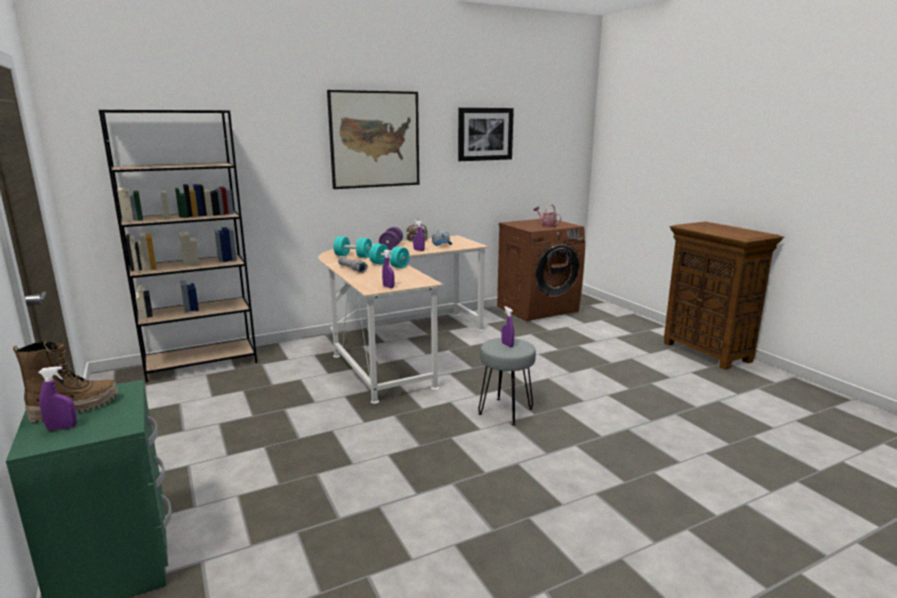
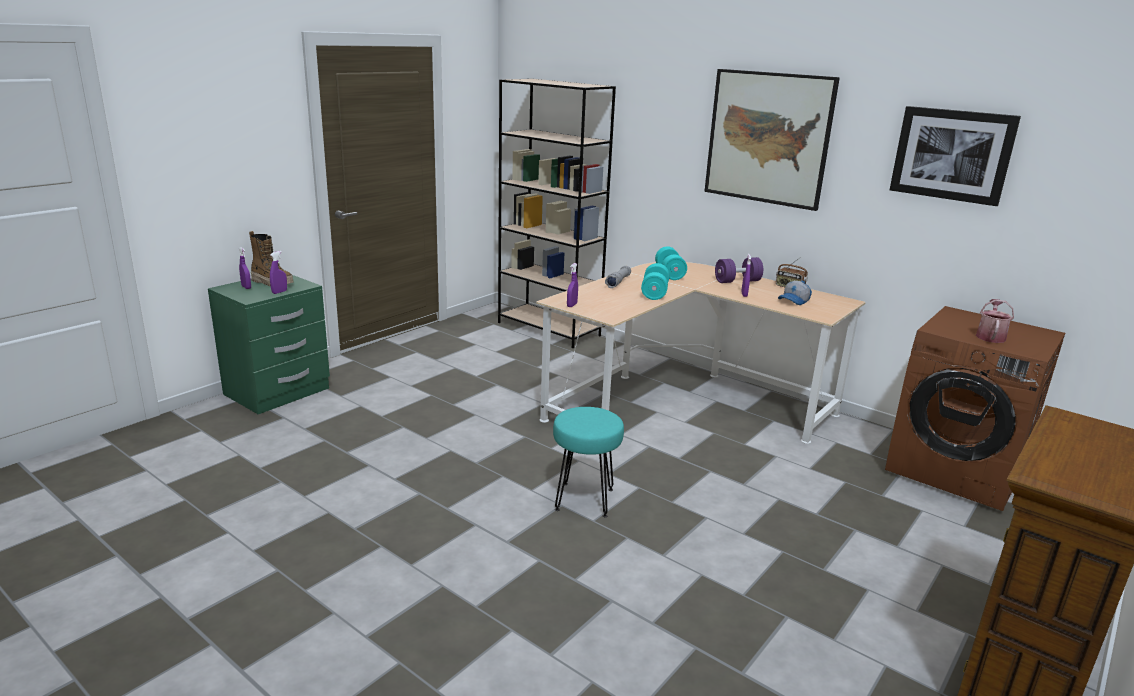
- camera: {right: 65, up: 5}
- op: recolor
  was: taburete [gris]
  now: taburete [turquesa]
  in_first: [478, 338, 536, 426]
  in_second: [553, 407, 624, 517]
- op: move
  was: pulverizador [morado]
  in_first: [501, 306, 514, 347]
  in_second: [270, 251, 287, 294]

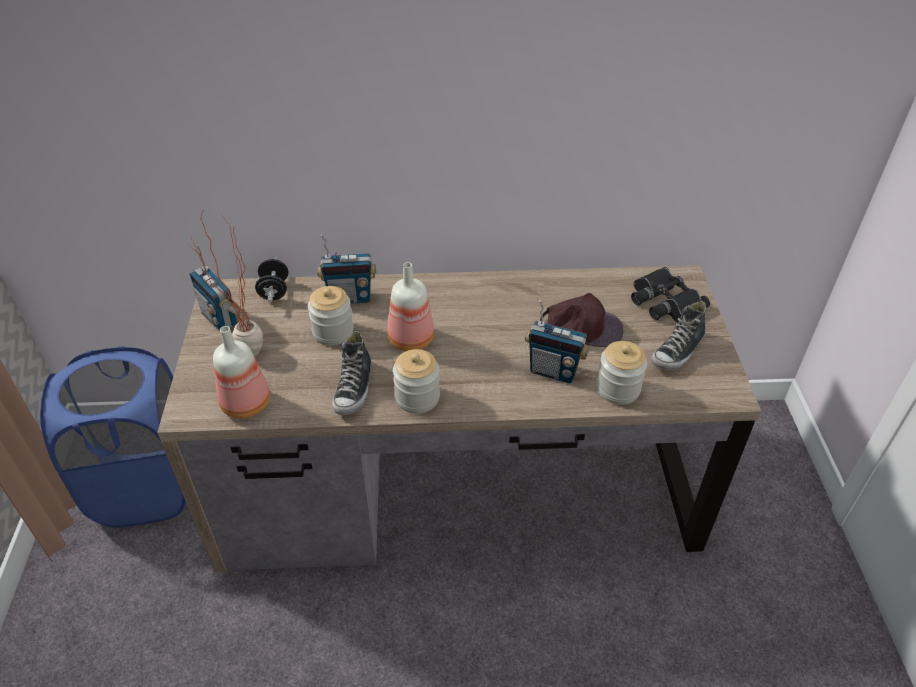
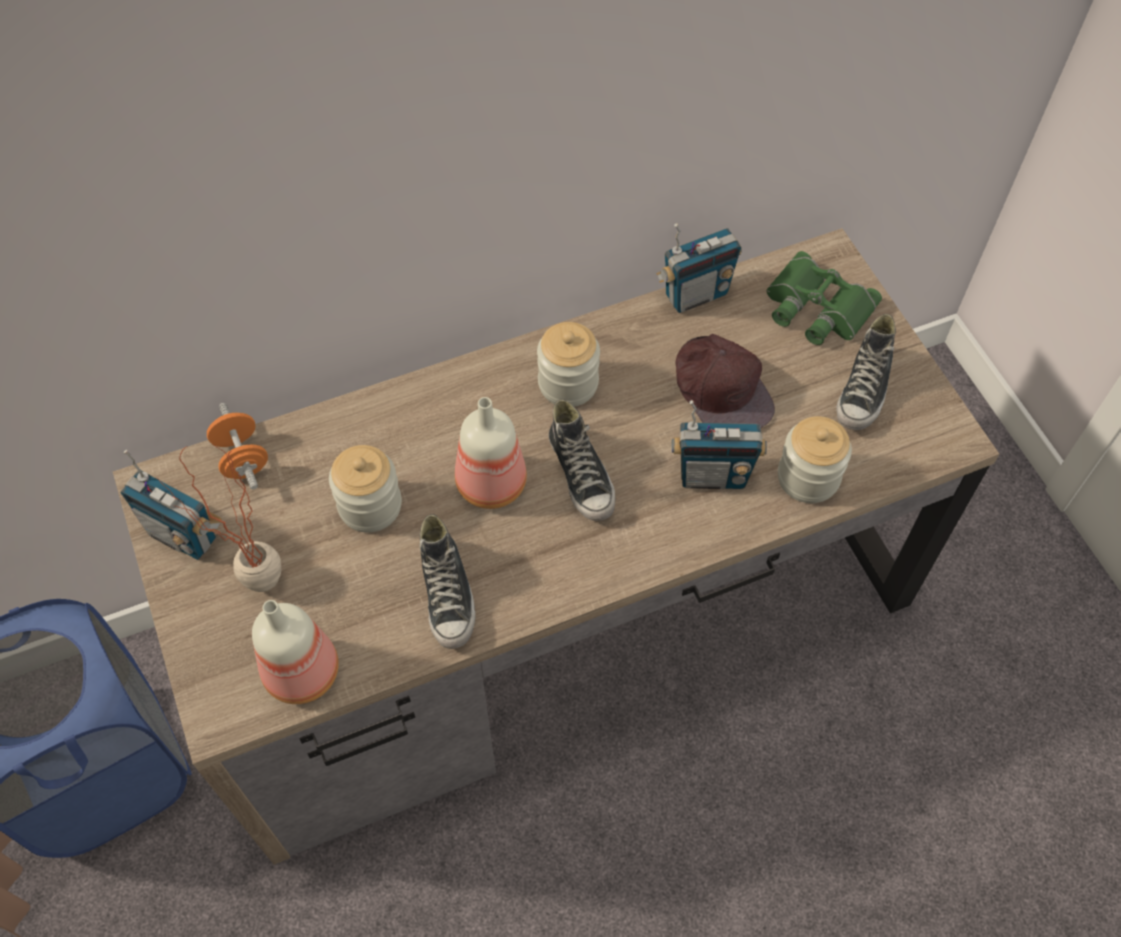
- camera: {right: -20, up: 15}
- op: recolor
  was: mancuerna [negro]
  now: mancuerna [naranja]
  in_first: [255, 257, 289, 303]
  in_second: [207, 403, 268, 490]
- op: move
  was: radio
  in_first: [317, 235, 376, 304]
  in_second: [656, 223, 742, 313]
- op: move
  was: tarro
  in_first: [393, 349, 440, 414]
  in_second: [537, 322, 600, 407]
- op: rotate
  was: gorra [marrón]
  in_first: [540, 293, 623, 347]
  in_second: [675, 334, 775, 428]
  clockwise: 75
- op: recolor
  was: prismáticos [negro]
  now: prismáticos [verde]
  in_first: [631, 267, 710, 323]
  in_second: [767, 251, 882, 345]
- op: insert
  now: zapato
  in_second: [549, 399, 615, 521]

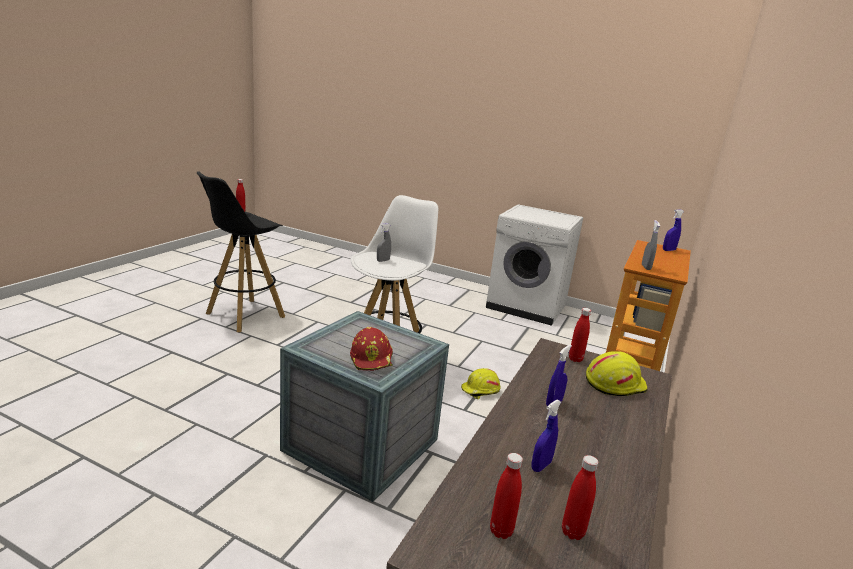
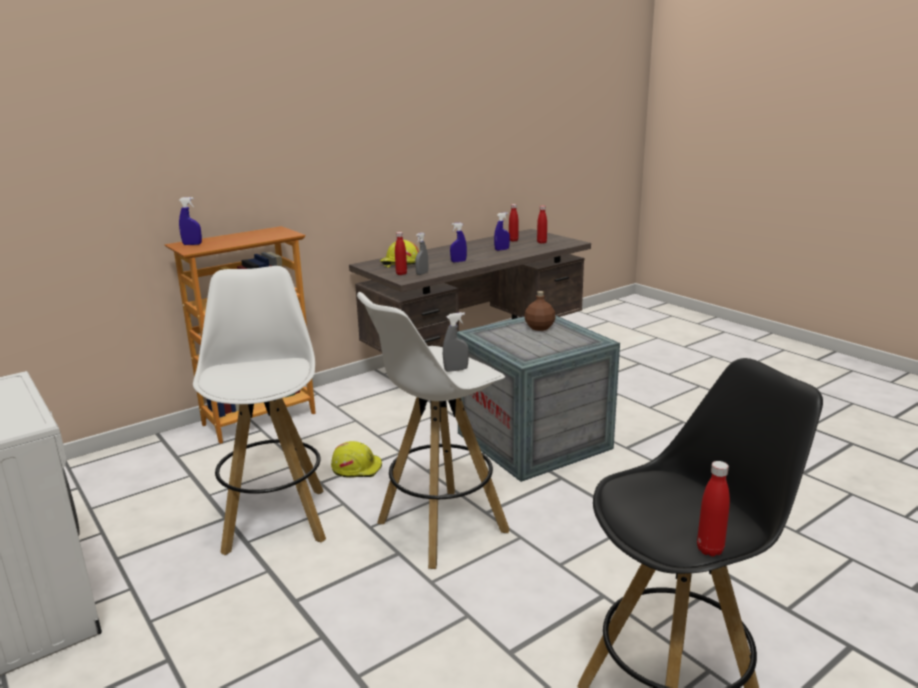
- camera: {right: -150, up: 0}
- op: replace
  was: casco [rojo]
  now: botella [marrón]
  in_first: [350, 327, 393, 371]
  in_second: [524, 291, 555, 331]
- op: move
  was: pulverizador [gris]
  in_first: [642, 220, 660, 270]
  in_second: [415, 232, 428, 275]
- op: insert
  now: taburete [blanco]
  in_second: [193, 266, 326, 555]

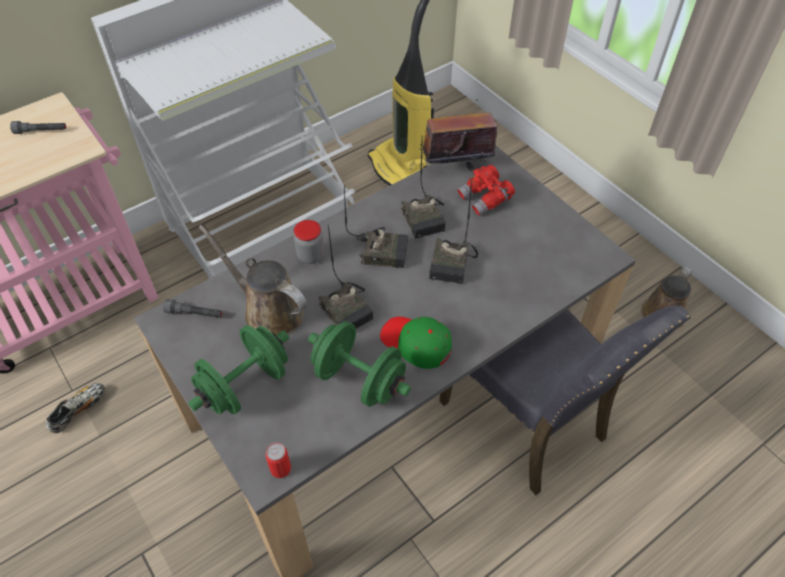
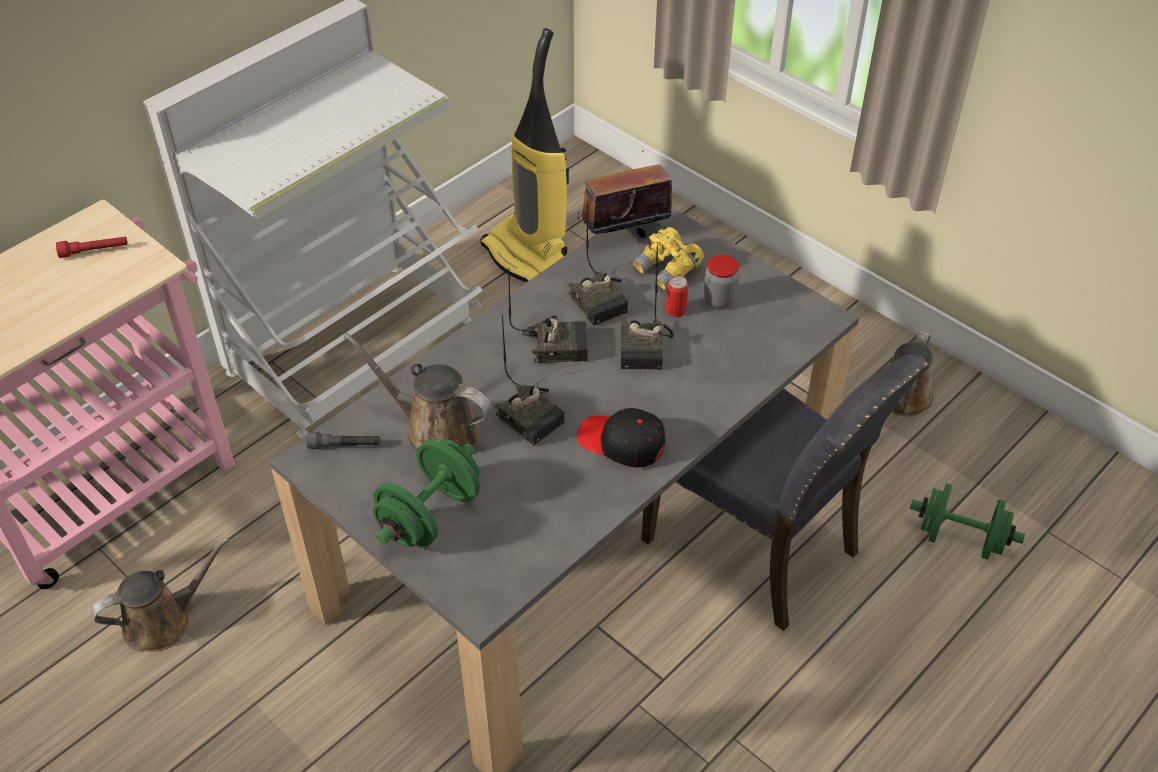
- camera: {right: -10, up: -5}
- op: recolor
  was: linterna [gris]
  now: linterna [rojo]
  in_first: [10, 121, 66, 134]
  in_second: [56, 237, 127, 258]
- op: replace
  was: zapato
  now: regadera [marrón]
  in_first: [46, 383, 105, 433]
  in_second: [92, 537, 229, 652]
- op: move
  was: lata
  in_first: [266, 443, 291, 478]
  in_second: [666, 276, 688, 317]
- op: move
  was: tarro
  in_first: [294, 220, 324, 264]
  in_second: [704, 255, 739, 309]
- op: move
  was: mancuerna [verde]
  in_first: [308, 321, 411, 407]
  in_second: [910, 483, 1025, 560]
- op: recolor
  was: gorra [verde]
  now: gorra [negro]
  in_first: [380, 317, 452, 369]
  in_second: [577, 408, 665, 468]
- op: recolor
  was: prismáticos [rojo]
  now: prismáticos [amarillo]
  in_first: [457, 165, 515, 216]
  in_second: [633, 227, 704, 290]

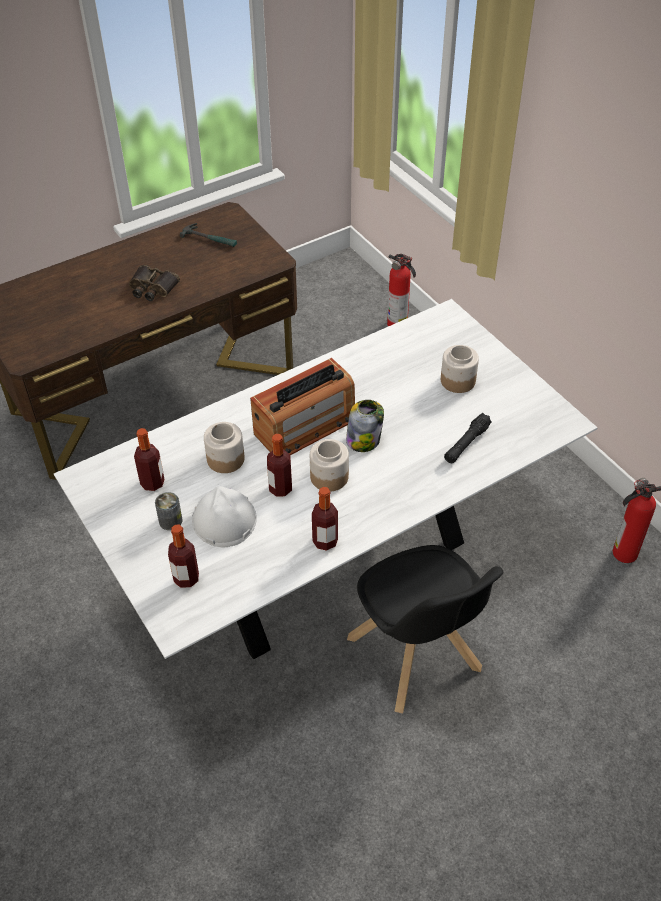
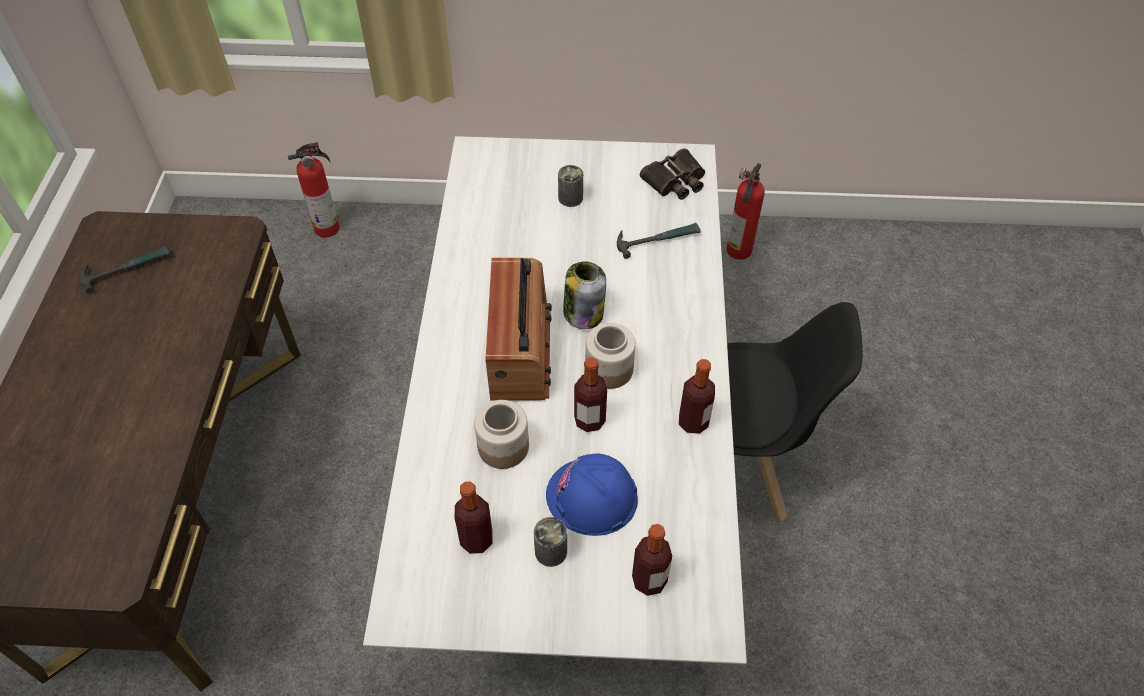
- camera: {right: -55, up: 5}
- op: move
  was: prismáticos
  in_first: [129, 265, 180, 301]
  in_second: [640, 148, 705, 200]
- op: recolor
  was: casco [blanco]
  now: casco [azul]
  in_first: [192, 486, 257, 547]
  in_second: [546, 454, 638, 536]
- op: replace
  was: tarro
  now: lata
  in_first: [441, 345, 479, 393]
  in_second: [558, 165, 583, 207]
- op: replace
  was: linterna [negro]
  now: martillo
  in_first: [444, 413, 492, 463]
  in_second: [617, 223, 701, 259]

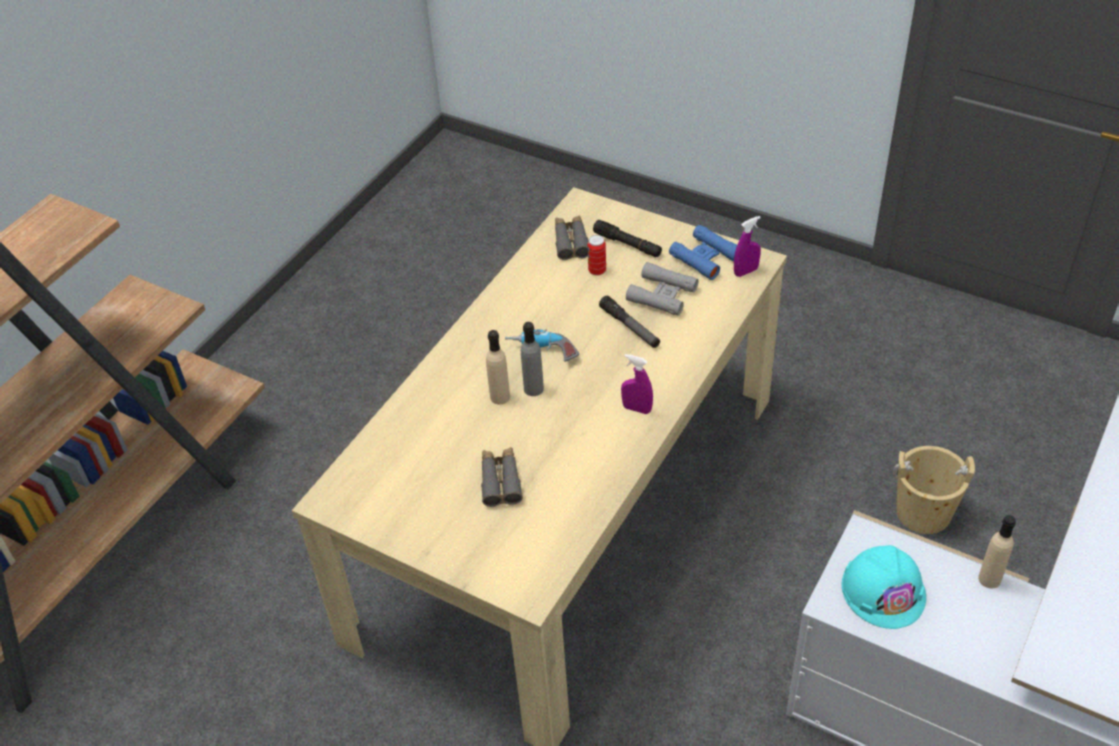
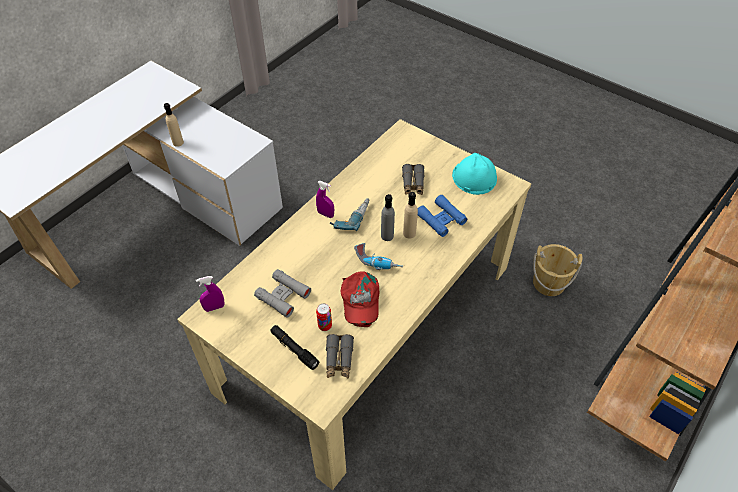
- camera: {right: -175, up: 5}
- op: delete
  was: linterna
  in_first: [599, 296, 660, 348]
- op: move
  was: prismáticos [azul]
  in_first: [669, 225, 737, 280]
  in_second: [418, 195, 467, 237]
- op: move
  was: casco [turquesa]
  in_first: [842, 545, 926, 629]
  in_second: [452, 153, 497, 195]
- op: move
  was: cubo [beis]
  in_first: [893, 446, 975, 534]
  in_second: [533, 244, 582, 296]
- op: insert
  now: taladro
  in_second: [330, 198, 369, 231]
- op: insert
  now: gorra [rojo]
  in_second: [341, 271, 379, 327]

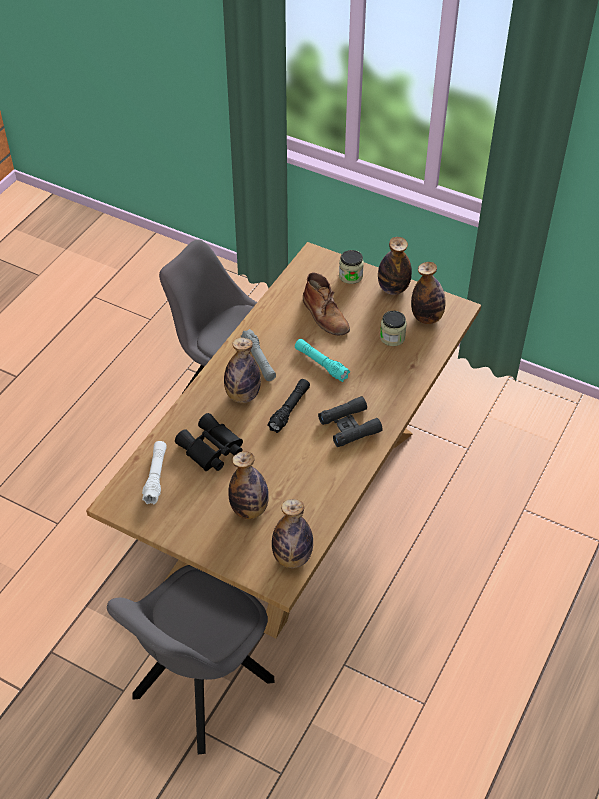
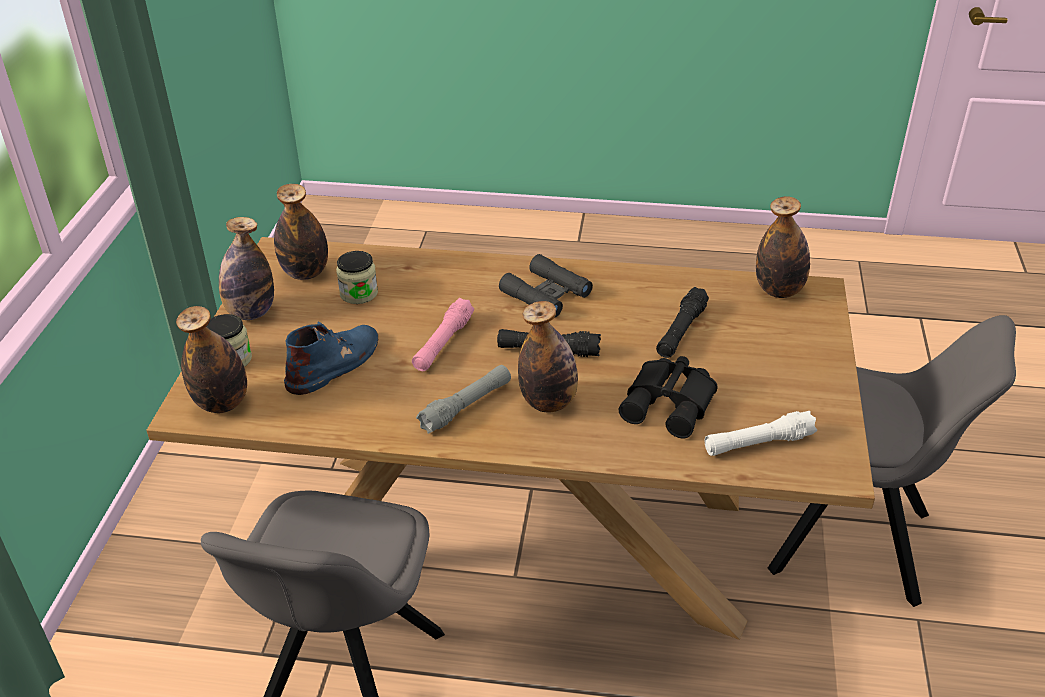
- camera: {right: -110, up: -10}
- op: move
  was: botella
  in_first: [228, 451, 269, 519]
  in_second: [176, 306, 247, 413]
- op: recolor
  was: linterna [turquesa]
  now: linterna [rosa]
  in_first: [295, 339, 350, 382]
  in_second: [412, 298, 474, 371]
- op: recolor
  was: bota [marrón]
  now: bota [azul]
  in_first: [303, 272, 350, 336]
  in_second: [284, 321, 378, 395]
- op: insert
  now: linterna [negro]
  in_second: [656, 287, 709, 358]

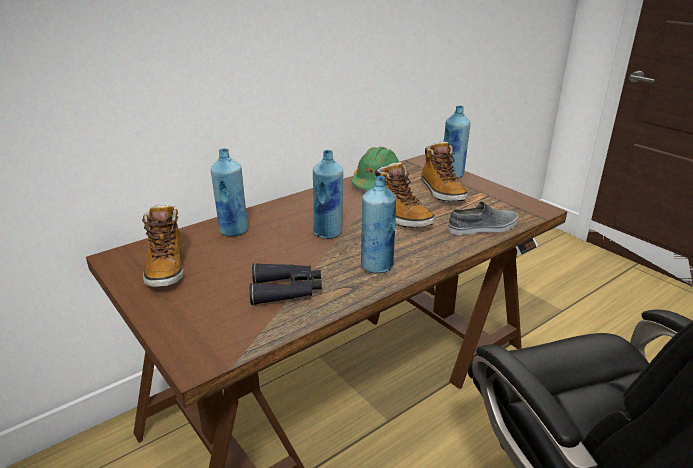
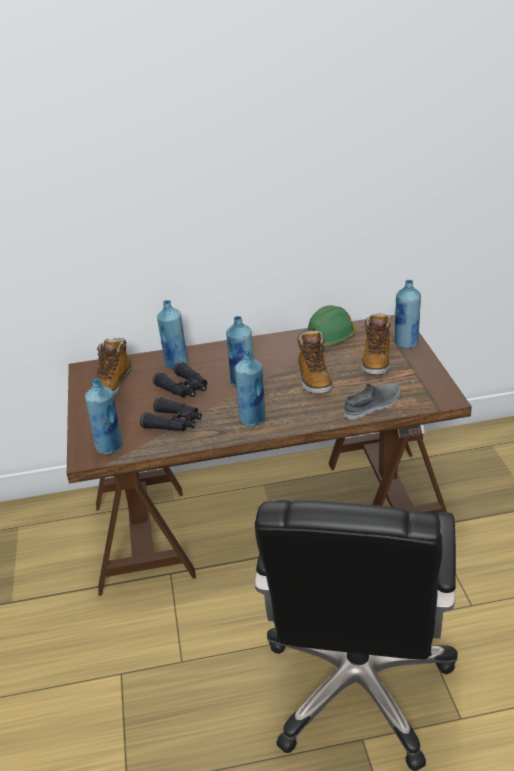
- camera: {right: 30, up: 5}
- op: rotate
  was: zapato [gris]
  in_first: [448, 201, 519, 235]
  in_second: [344, 384, 400, 420]
  clockwise: -45
- op: insert
  now: botella [azul]
  in_second: [85, 378, 122, 455]
- op: insert
  now: prismáticos [negro]
  in_second: [153, 362, 207, 398]

